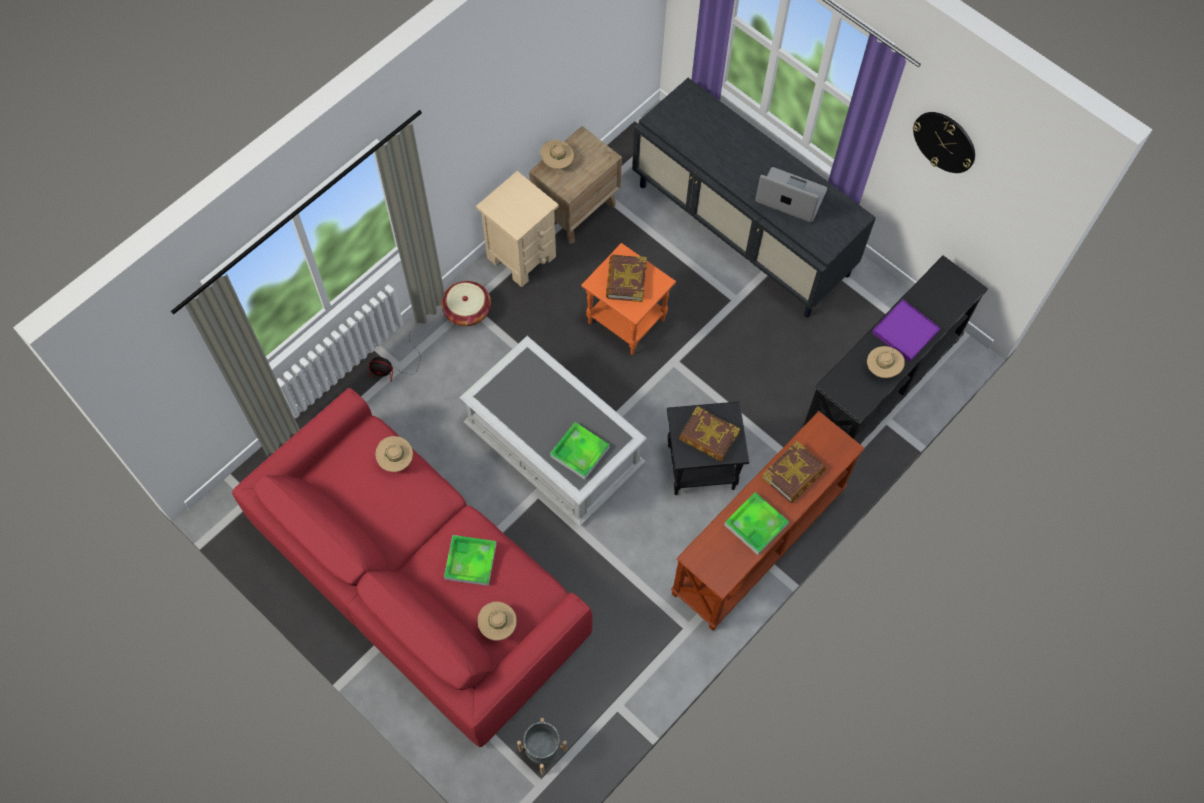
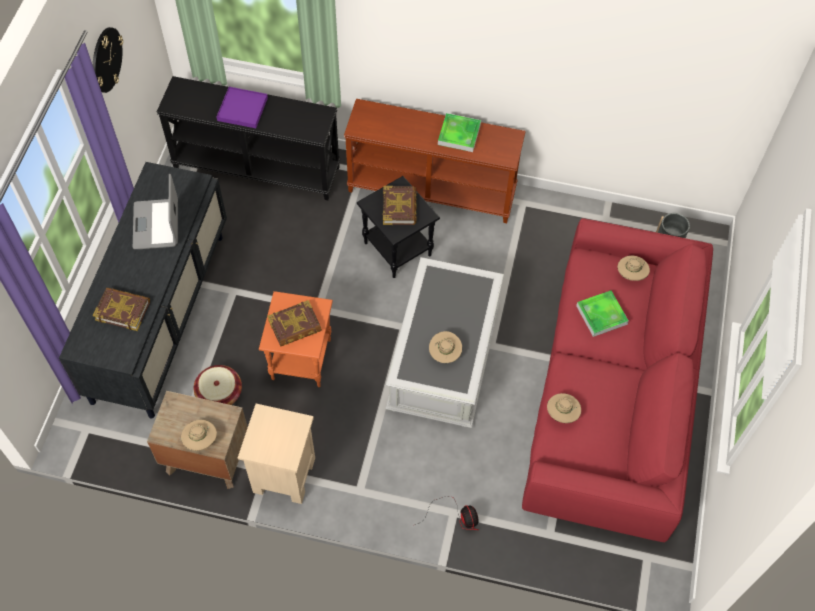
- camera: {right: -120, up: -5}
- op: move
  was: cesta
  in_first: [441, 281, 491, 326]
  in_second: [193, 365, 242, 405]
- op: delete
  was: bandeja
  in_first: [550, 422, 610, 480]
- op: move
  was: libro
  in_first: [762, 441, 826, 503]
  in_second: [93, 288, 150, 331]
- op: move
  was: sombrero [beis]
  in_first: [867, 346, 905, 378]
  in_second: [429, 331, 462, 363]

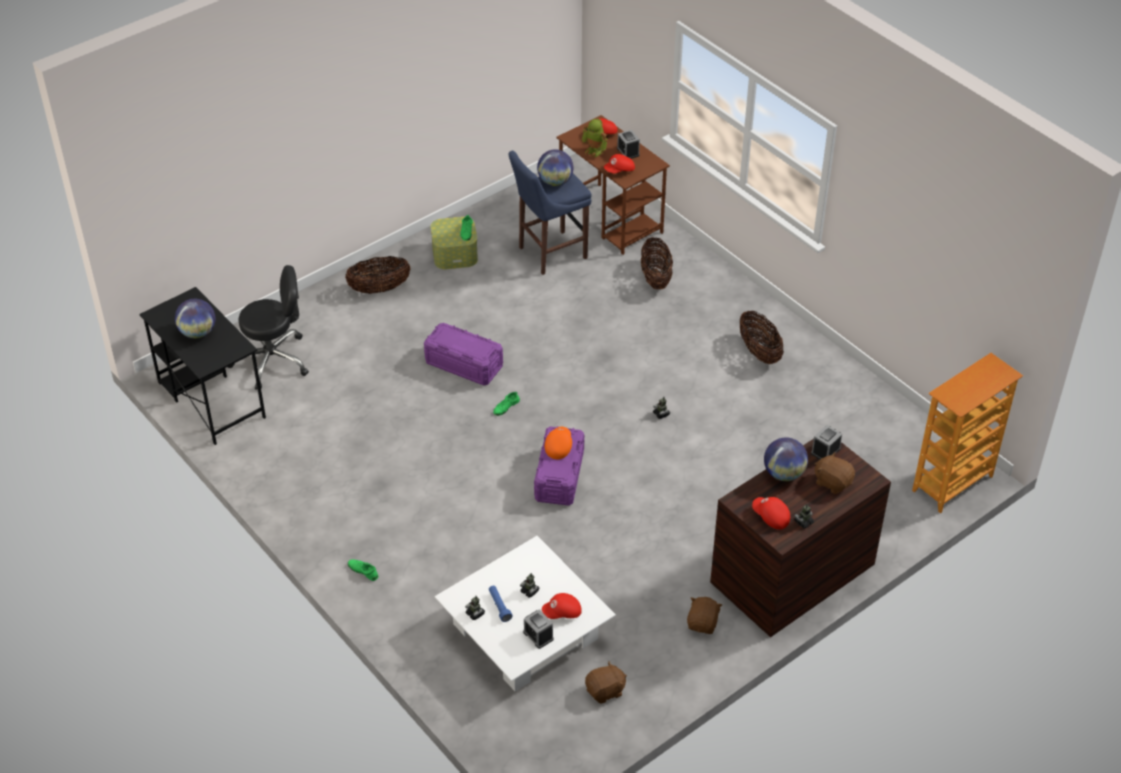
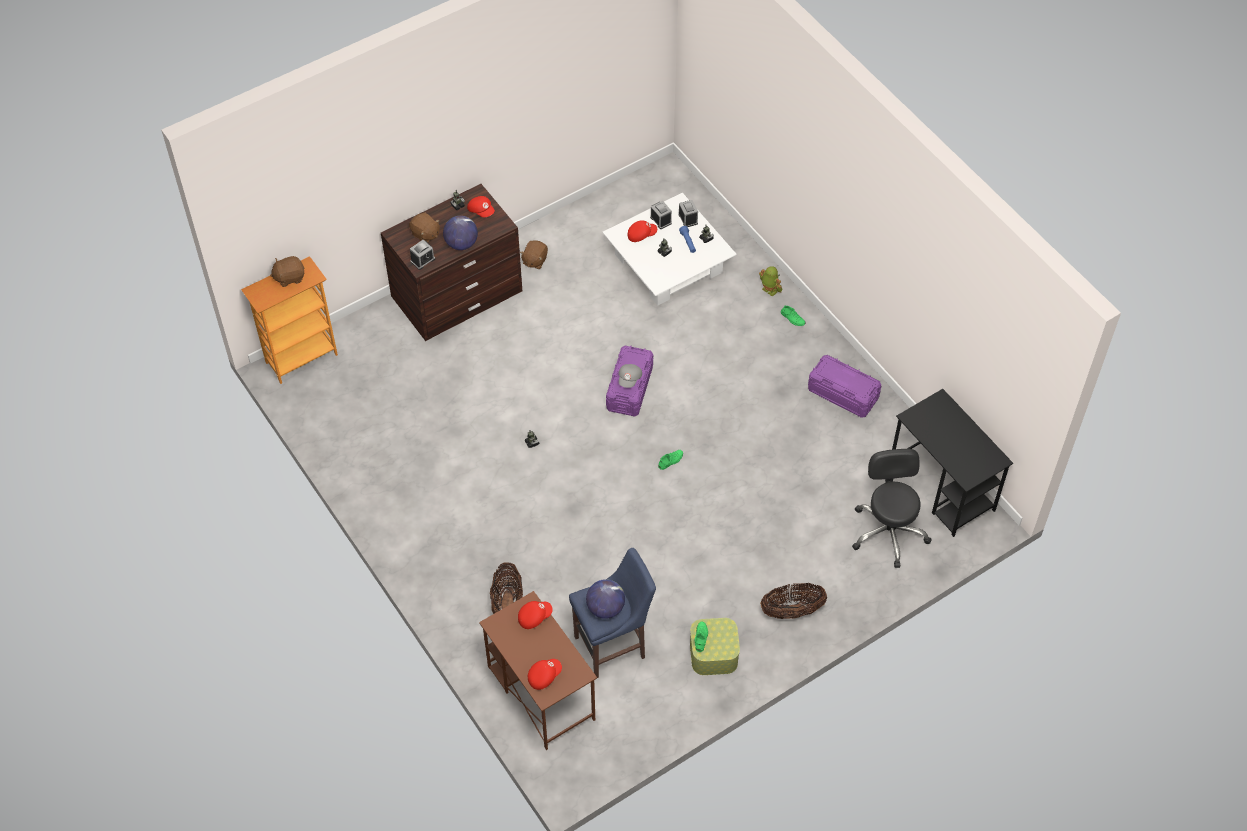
- camera: {right: -175, up: 10}
- op: delete
  was: globo terráqueo
  in_first: [175, 299, 215, 338]
- op: rotate
  was: silla de oficina [negro]
  in_first: [228, 265, 309, 390]
  in_second: [852, 449, 932, 568]
  clockwise: 90
- op: move
  was: caja de almacenaje [morado]
  in_first: [424, 323, 503, 386]
  in_second: [808, 355, 881, 418]
- op: recolor
  was: gorra [naranja]
  now: gorra [gris]
  in_first: [545, 427, 572, 459]
  in_second: [619, 364, 642, 388]
- op: move
  was: robot de juguete
  in_first: [581, 119, 608, 158]
  in_second: [759, 266, 782, 296]
- op: move
  was: peluche [marrón]
  in_first: [585, 661, 627, 704]
  in_second: [270, 256, 305, 287]
- op: move
  was: despertador
  in_first: [617, 130, 640, 159]
  in_second: [678, 200, 698, 227]
- op: delete
  was: cesta
  in_first: [740, 311, 784, 364]

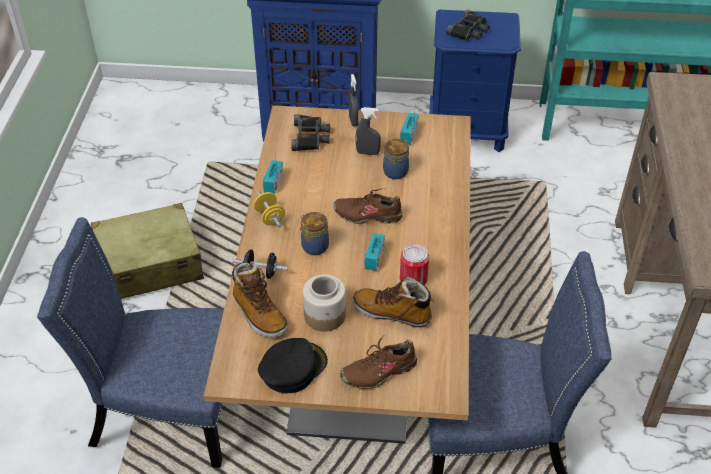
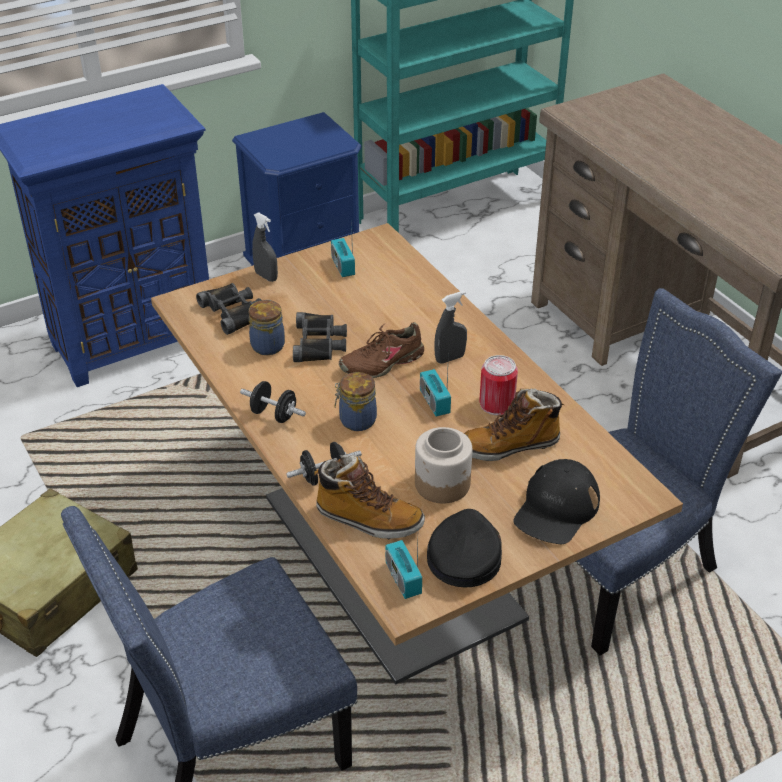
- camera: {right: -35, up: -5}
- op: recolor
  was: mancuerna [amarillo]
  now: mancuerna [negro]
  in_first: [253, 191, 285, 227]
  in_second: [240, 381, 306, 423]
- op: move
  was: radio
  in_first: [263, 154, 283, 194]
  in_second: [385, 540, 422, 599]
- op: replace
  was: zapato [marrón]
  now: gorra [negro]
  in_first: [340, 337, 417, 389]
  in_second: [513, 459, 600, 544]
- op: move
  was: pulverizador [gris]
  in_first: [355, 107, 381, 155]
  in_second: [434, 291, 467, 363]
- op: move
  was: tarro
  in_first: [383, 139, 409, 179]
  in_second: [249, 300, 285, 355]
- op: move
  was: prismáticos [negro]
  in_first: [446, 10, 490, 41]
  in_second: [293, 312, 347, 362]

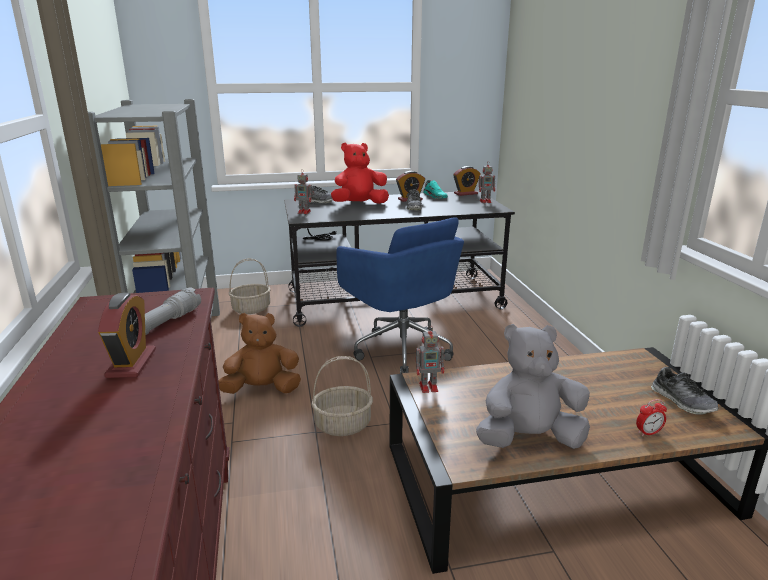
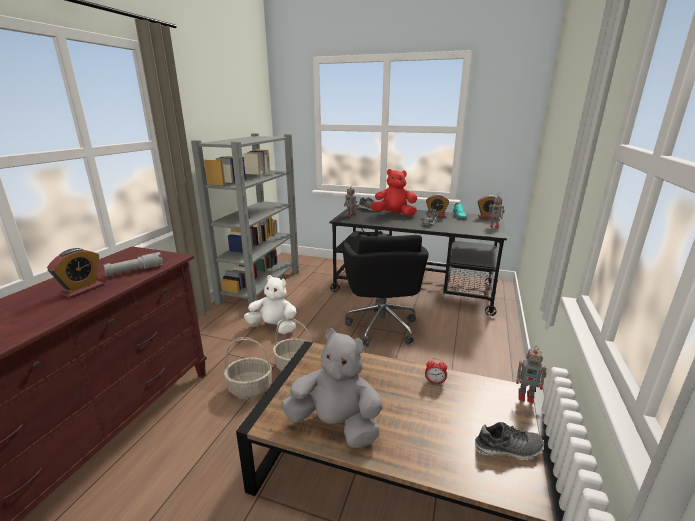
- camera: {right: 30, up: 0}
- op: recolor
  was: peluche [marrón]
  now: peluche [blanco]
  in_first: [219, 313, 301, 394]
  in_second: [244, 275, 297, 334]
- op: move
  was: cesta
  in_first: [229, 258, 271, 314]
  in_second: [224, 337, 272, 398]
- op: recolor
  was: silla de oficina [azul]
  now: silla de oficina [negro]
  in_first: [336, 217, 464, 374]
  in_second: [342, 235, 429, 347]
- op: move
  was: robot de juguete
  in_first: [416, 326, 445, 393]
  in_second: [516, 346, 547, 403]
- op: move
  was: despertador
  in_first: [636, 399, 667, 436]
  in_second: [425, 358, 447, 385]
- op: rotate
  was: zapato
  in_first: [651, 367, 719, 415]
  in_second: [474, 422, 544, 460]
  clockwise: -90

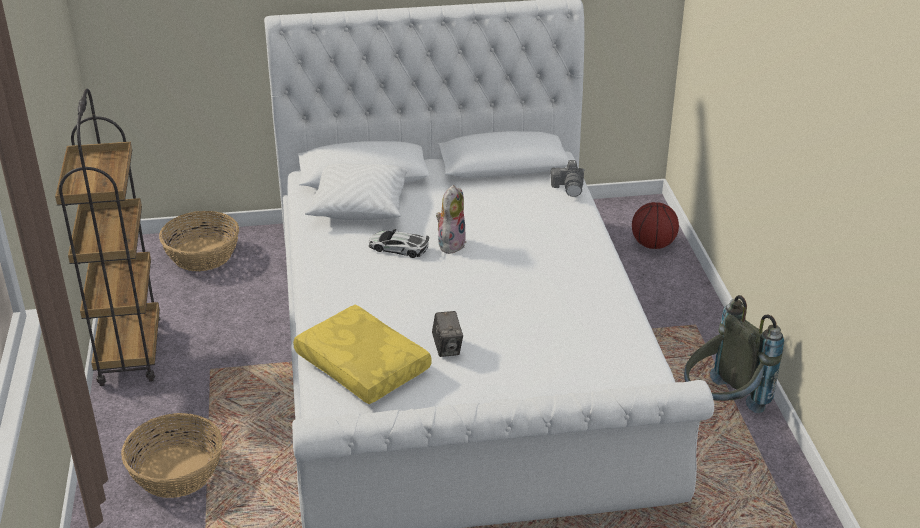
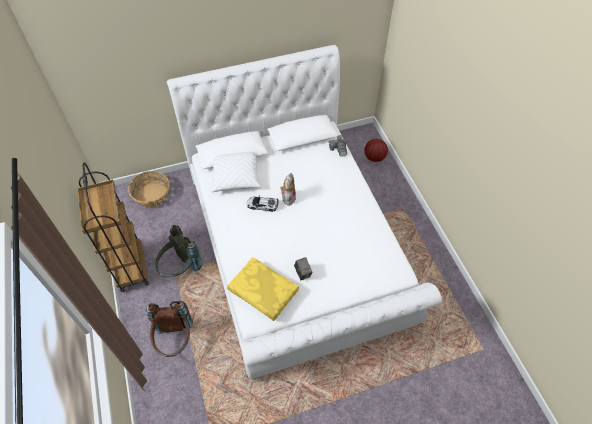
- camera: {right: -10, up: 20}
- op: replace
  was: cesta
  now: mochila [marrón]
  in_first: [121, 413, 223, 498]
  in_second: [145, 300, 193, 357]
- op: move
  was: mochila [gris]
  in_first: [684, 295, 784, 413]
  in_second: [155, 225, 202, 277]

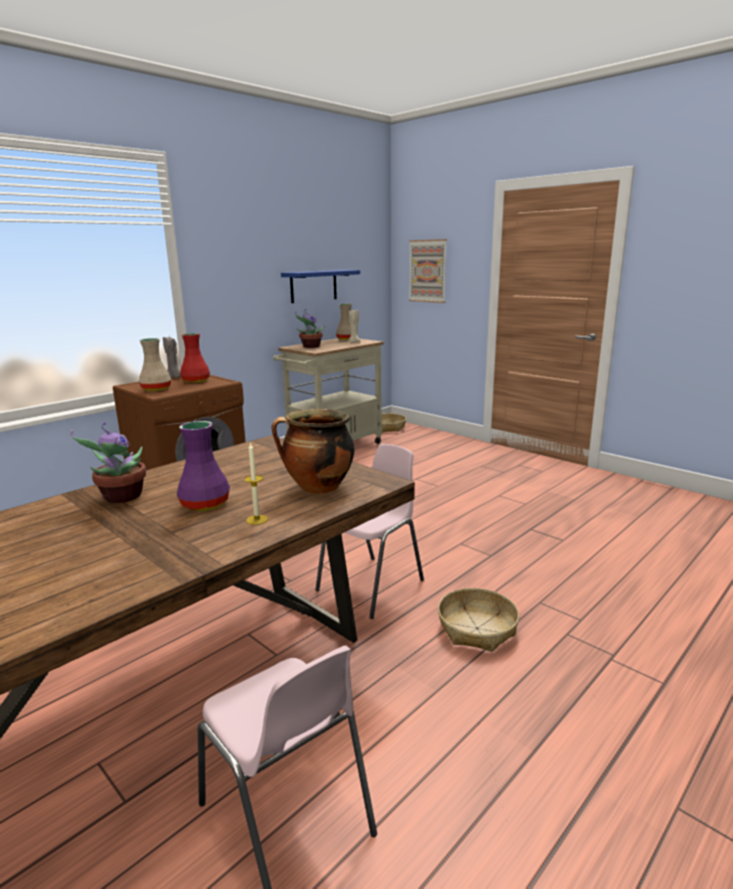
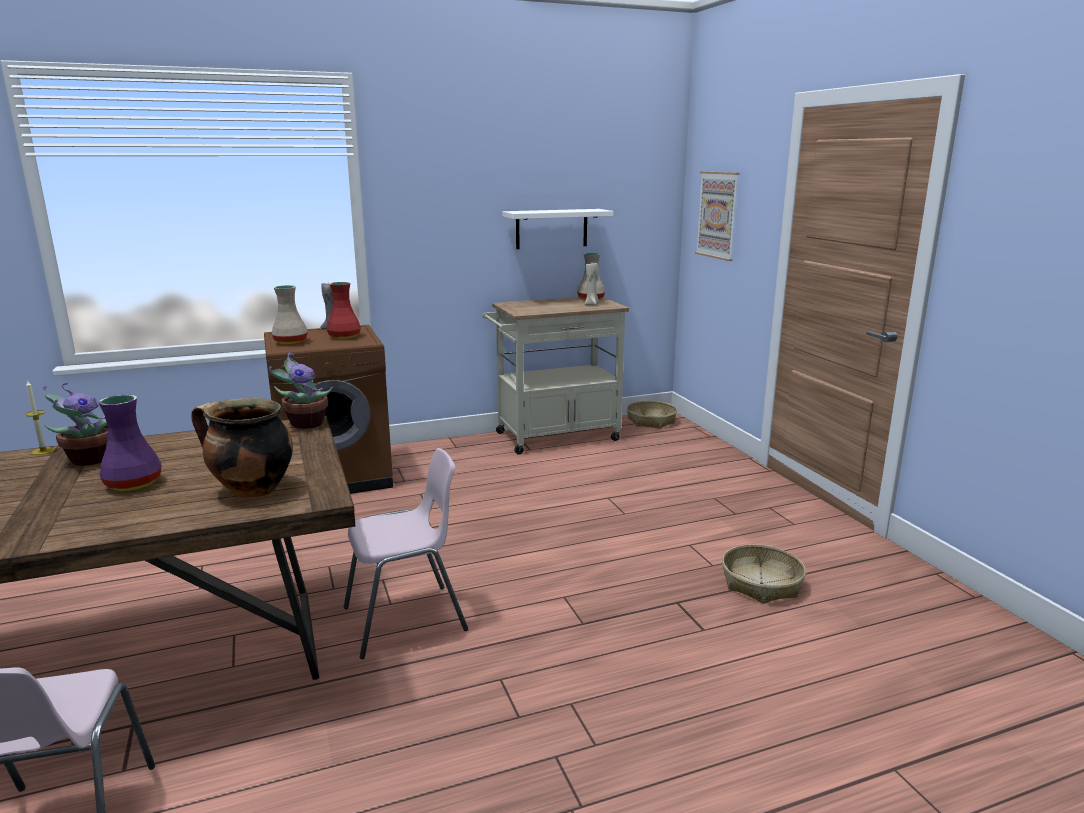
- camera: {right: 25, up: 0}
- op: move
  was: vela
  in_first: [244, 442, 268, 525]
  in_second: [25, 380, 55, 455]
- op: recolor
  was: estante [azul]
  now: estante [blanco]
  in_first: [281, 270, 360, 303]
  in_second: [502, 209, 613, 249]
- op: move
  was: planta en maceta
  in_first: [295, 309, 325, 348]
  in_second: [269, 352, 333, 429]
- op: move
  was: cesta
  in_first: [438, 588, 519, 652]
  in_second: [722, 544, 806, 604]

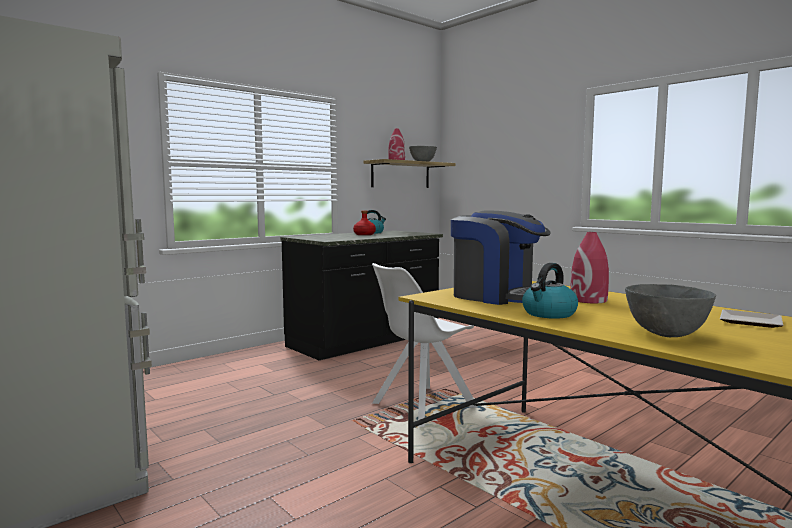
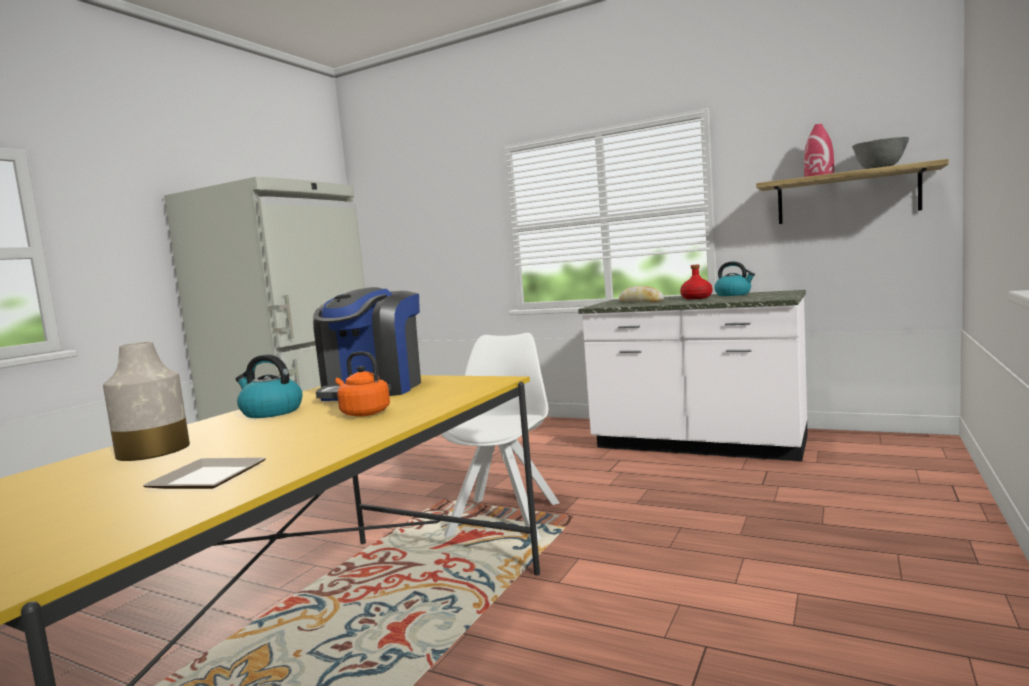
- camera: {right: 70, up: 0}
- op: recolor
  was: mueble bajo de cocina [negro]
  now: mueble bajo de cocina [blanco]
  in_first: [281, 230, 443, 360]
  in_second: [578, 290, 808, 461]
- op: rotate
  was: silla [blanco]
  in_first: [372, 263, 478, 427]
  in_second: [441, 333, 560, 540]
  clockwise: 75
- op: replace
  was: florero [rojo]
  now: hervidor [naranja]
  in_first: [570, 232, 609, 303]
  in_second: [335, 352, 390, 417]
- op: replace
  was: cuenco [gris]
  now: florero [beis]
  in_first: [625, 284, 716, 337]
  in_second: [103, 342, 190, 461]
- op: insert
  now: pan
  in_second: [619, 286, 664, 302]

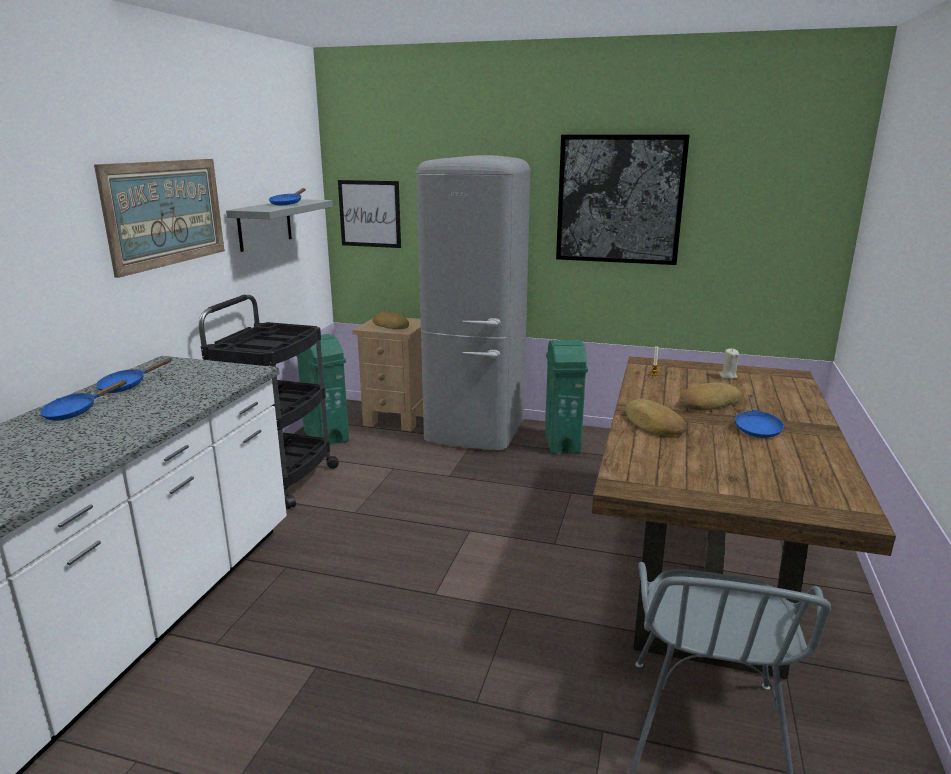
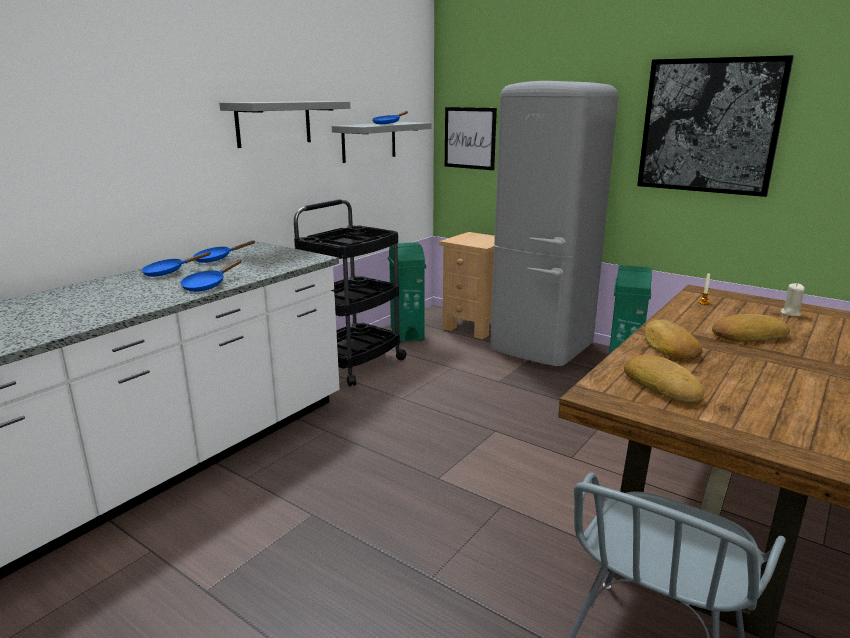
- camera: {right: 20, up: 0}
- op: replace
  was: cuadro
  now: estante [gris]
  in_first: [94, 159, 225, 278]
  in_second: [219, 101, 350, 148]
- op: move
  was: pan
  in_first: [373, 312, 409, 329]
  in_second: [624, 355, 704, 403]
- op: move
  was: sartén [azul]
  in_first: [734, 395, 784, 438]
  in_second: [180, 260, 241, 292]

